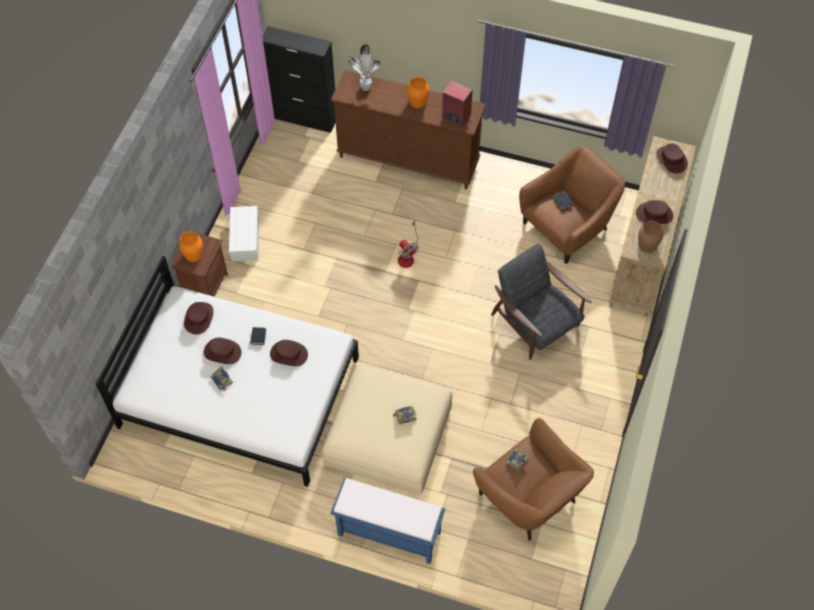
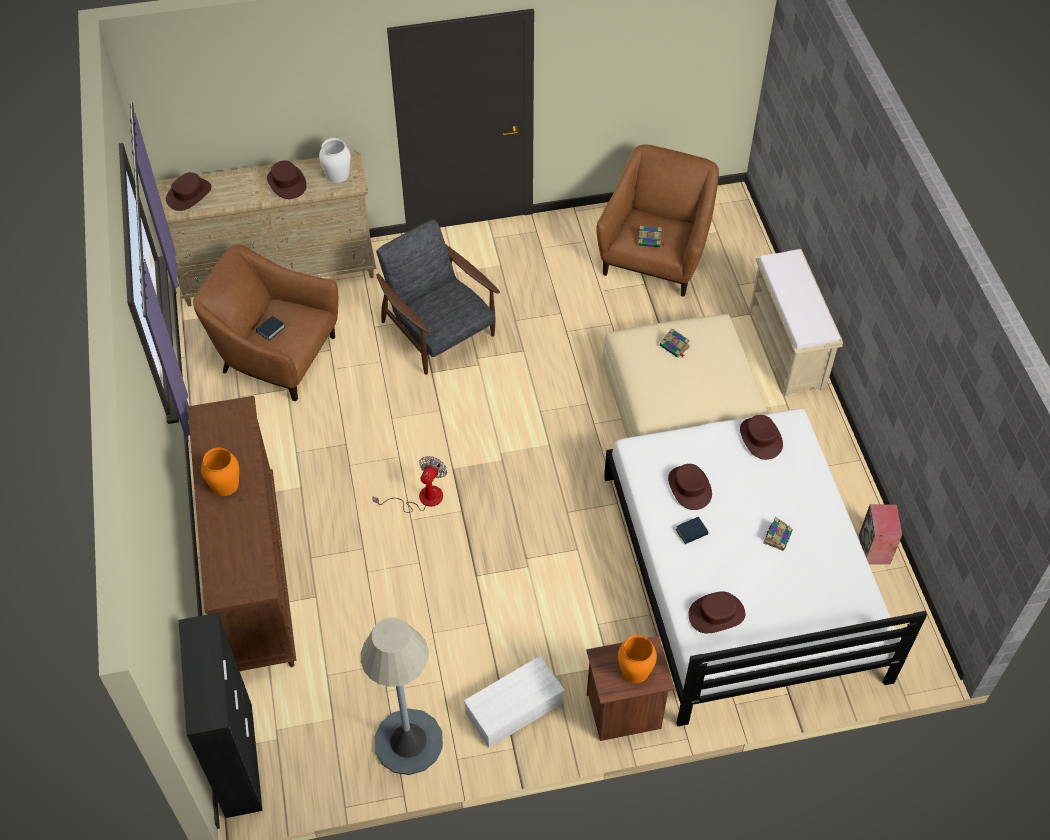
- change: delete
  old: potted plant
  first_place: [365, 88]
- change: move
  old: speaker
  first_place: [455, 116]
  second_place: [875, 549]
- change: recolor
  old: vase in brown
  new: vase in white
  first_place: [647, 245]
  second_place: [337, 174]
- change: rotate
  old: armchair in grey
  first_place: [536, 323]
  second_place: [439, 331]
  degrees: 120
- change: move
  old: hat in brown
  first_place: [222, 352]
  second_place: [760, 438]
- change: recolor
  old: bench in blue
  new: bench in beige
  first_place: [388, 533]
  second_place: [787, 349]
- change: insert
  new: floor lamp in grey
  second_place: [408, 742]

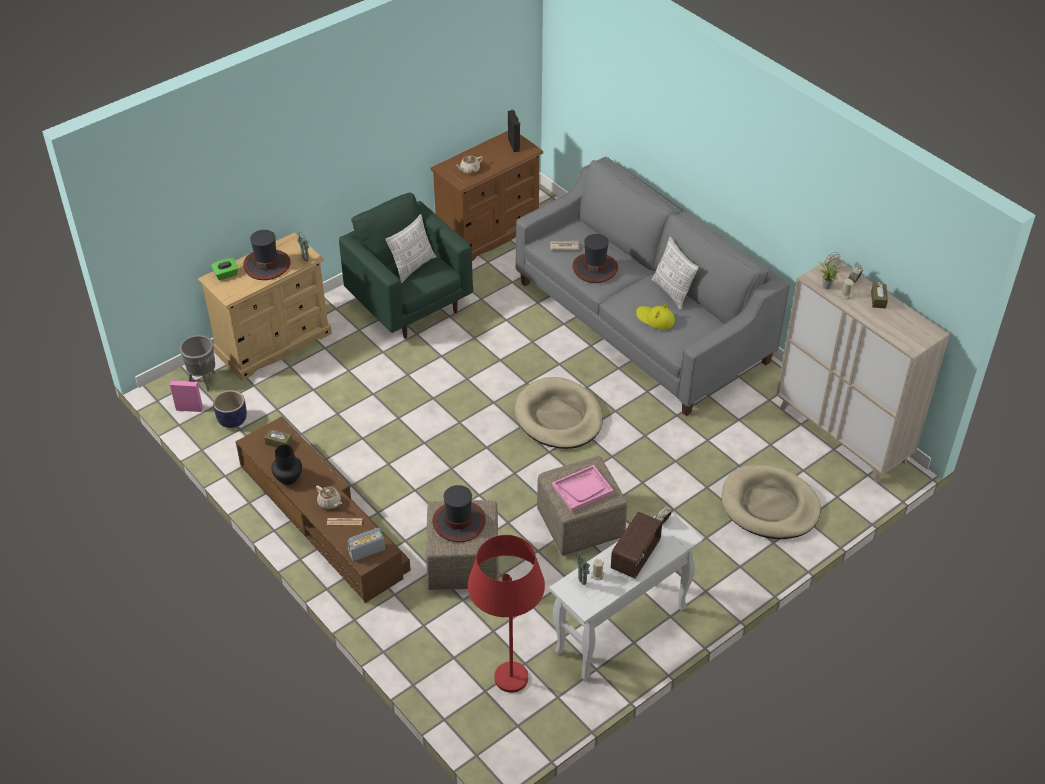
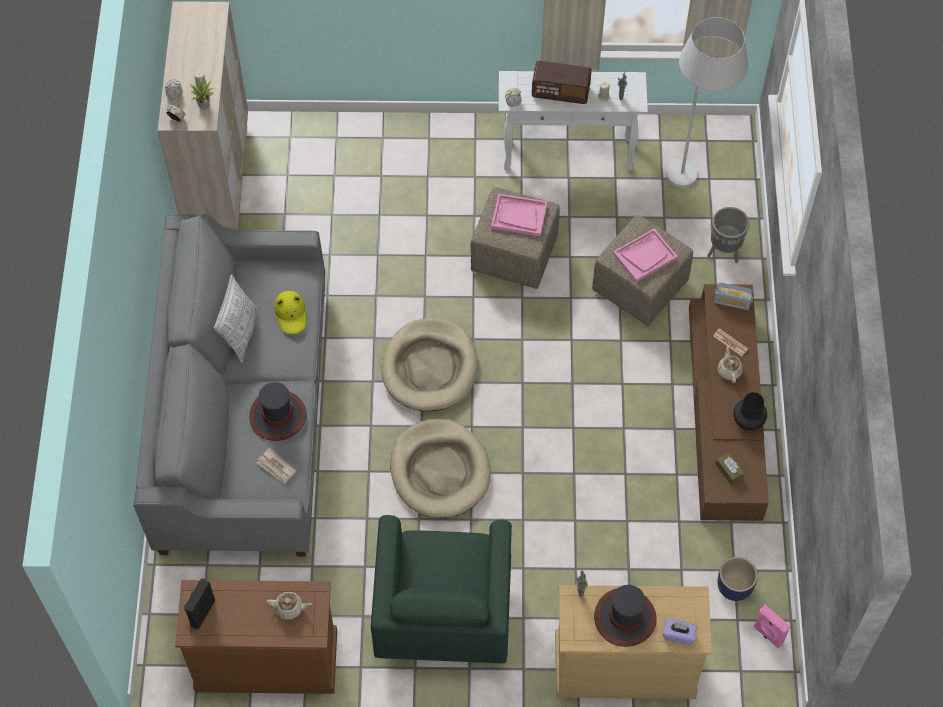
- change: delete
  old: pillow
  first_place: [413, 267]
- change: recolor
  old: tissue box in green
  new: tissue box in purple
  first_place: [226, 274]
  second_place: [678, 635]
- change: delete
  old: tissue box in brown
  first_place: [878, 299]
- change: move
  old: planter in grey
  first_place: [203, 382]
  second_place: [724, 252]
- change: move
  old: dog bed in beige
  first_place: [769, 506]
  second_place: [440, 471]
- change: replace
  old: hat
  new: tray in pink
  first_place: [459, 522]
  second_place: [645, 256]
- change: rotate
  old: radio
  first_place: [635, 555]
  second_place: [560, 92]
  degrees: -150
- change: recolor
  old: floor lamp in red
  new: floor lamp in white
  first_place: [507, 694]
  second_place: [694, 165]

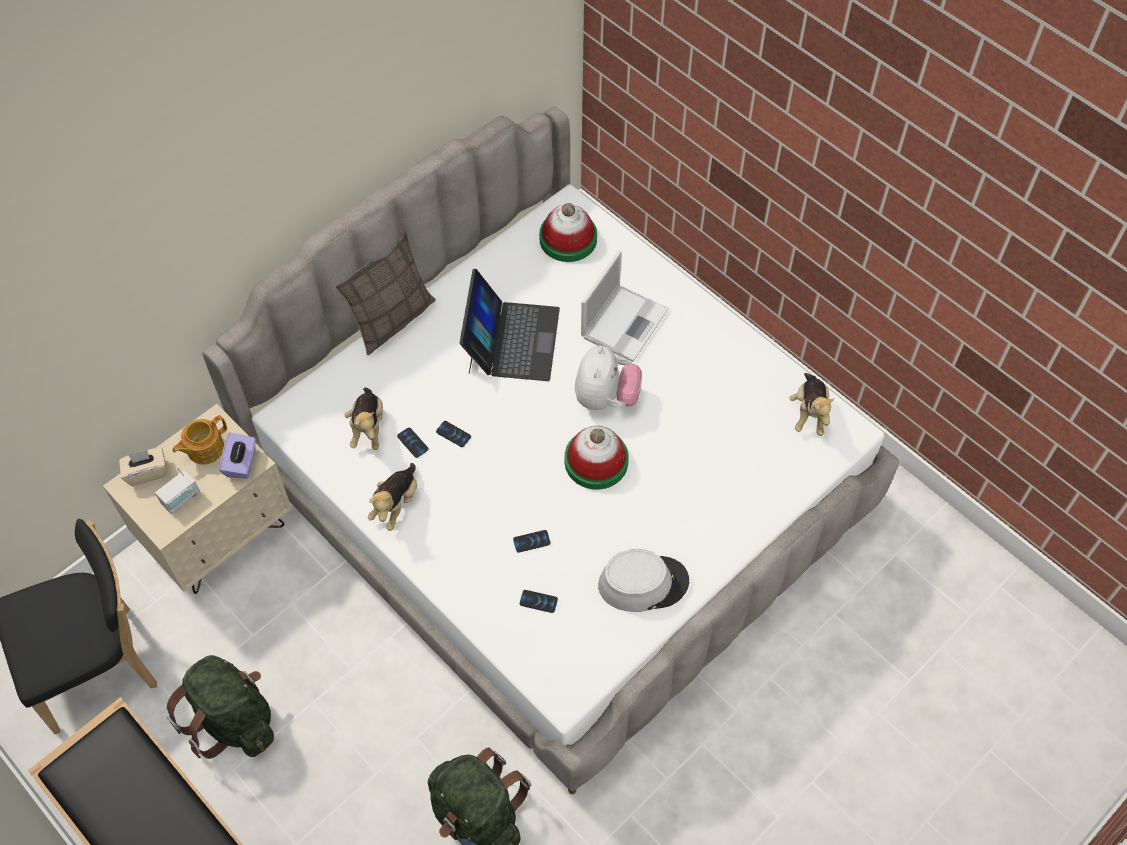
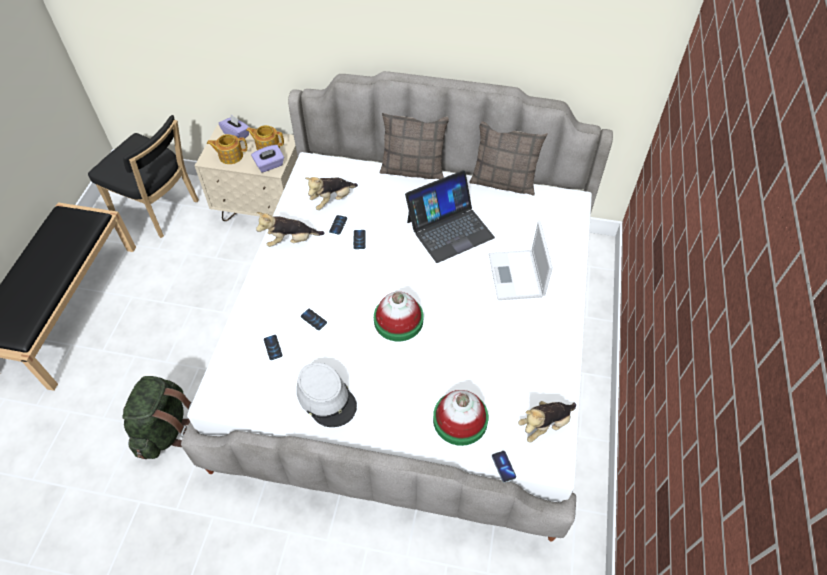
- change: move
  old: hat
  first_place: [568, 239]
  second_place: [460, 419]
- change: rotate
  old: laptop
  first_place: [625, 322]
  second_place: [516, 276]
  degrees: 90
- change: delete
  old: plush toy
  first_place: [606, 397]
- change: recolor
  old: tissue box in beige
  new: tissue box in purple
  first_place: [147, 472]
  second_place: [237, 134]
- change: replace
  old: radio
  new: teapot
  first_place: [181, 499]
  second_place: [230, 156]
- change: delete
  old: backpack in green
  first_place: [233, 719]
- change: insert
  new: pillow
  second_place: [503, 182]
- change: insert
  new: phone
  second_place: [503, 467]

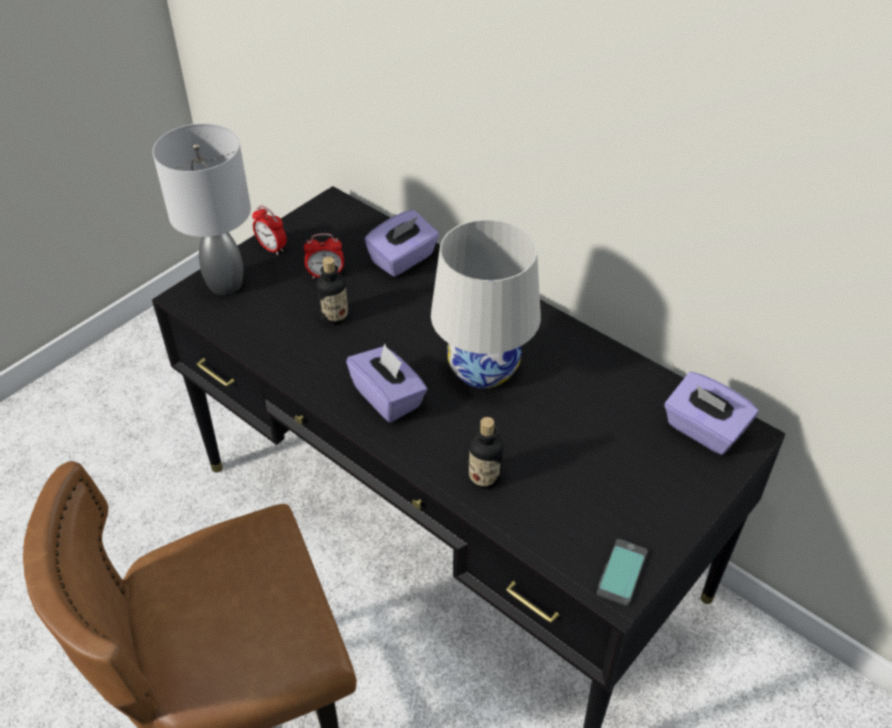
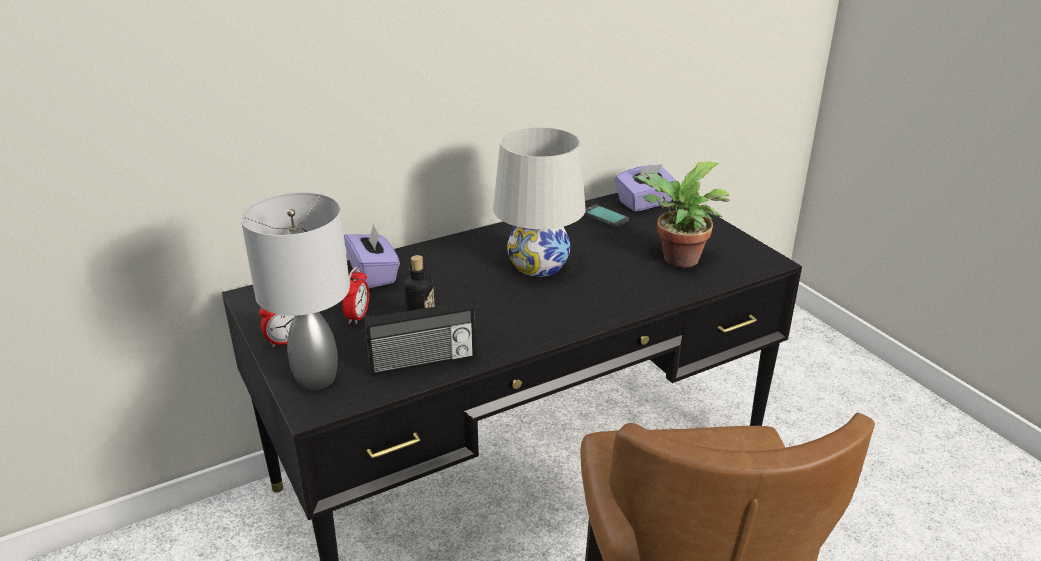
- change: delete
  old: tissue box in purple
  first_place: [388, 397]
- change: delete
  old: bottle
  first_place: [484, 477]
- change: move
  old: phone
  first_place: [621, 572]
  second_place: [605, 217]
- change: insert
  new: potted plant
  second_place: [676, 260]
- change: insert
  new: radio
  second_place: [422, 362]

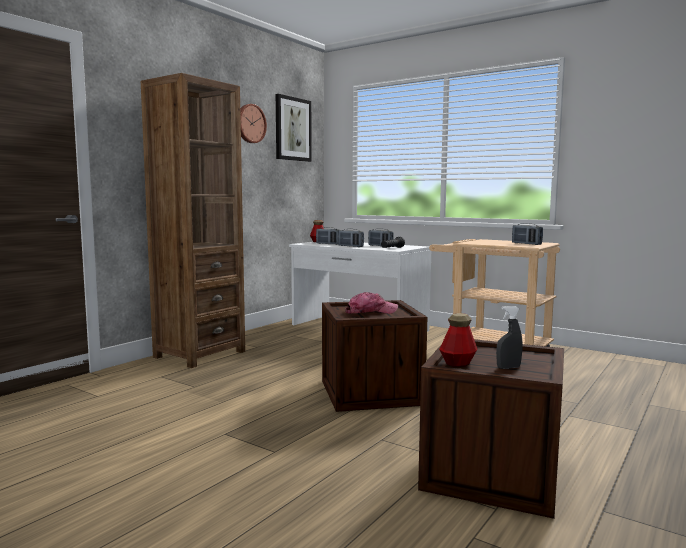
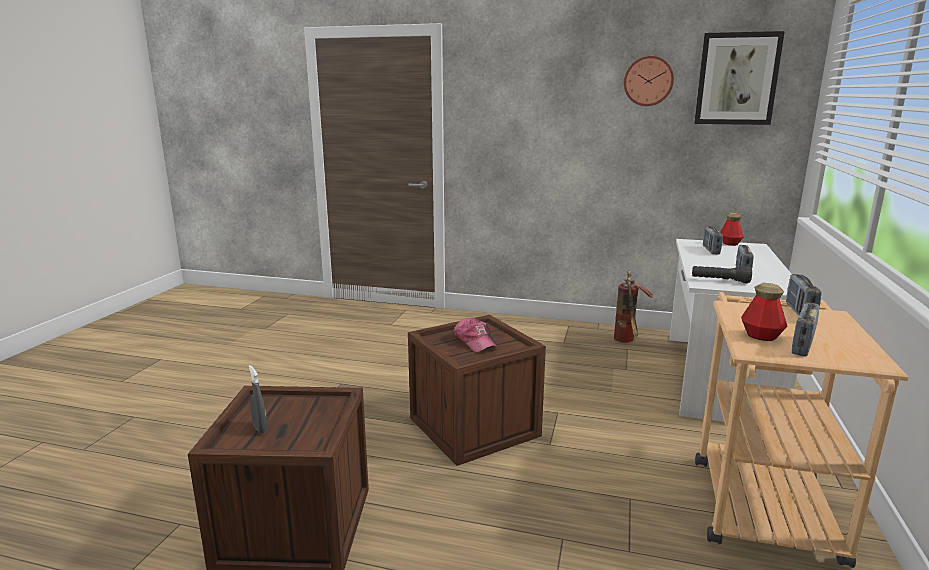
- change: delete
  old: bookcase in brown
  first_place: [199, 354]
- change: move
  old: radio
  first_place: [350, 246]
  second_place: [799, 312]
- change: move
  old: bottle
  first_place: [457, 363]
  second_place: [761, 336]
- change: insert
  new: fire extinguisher
  second_place: [627, 342]

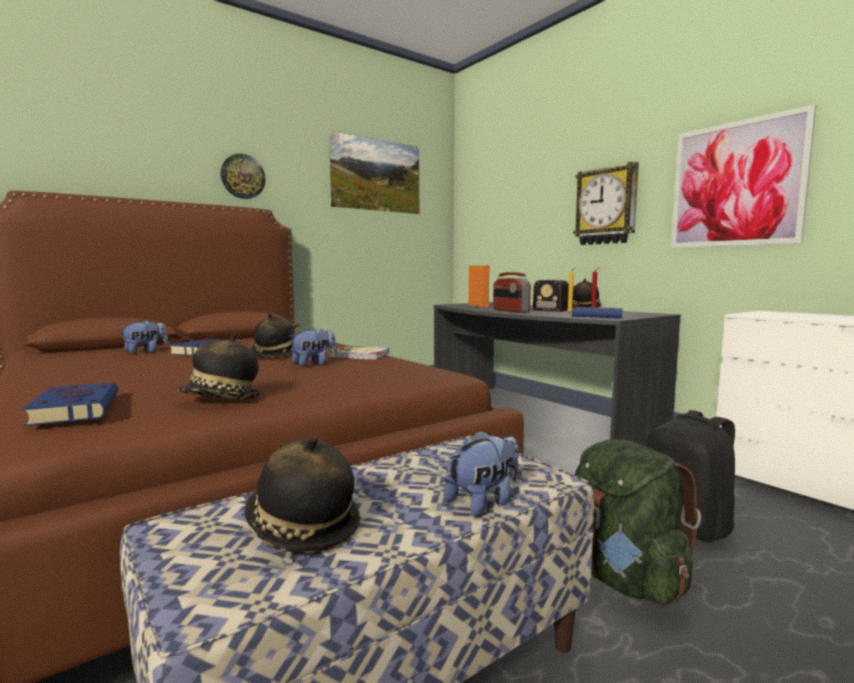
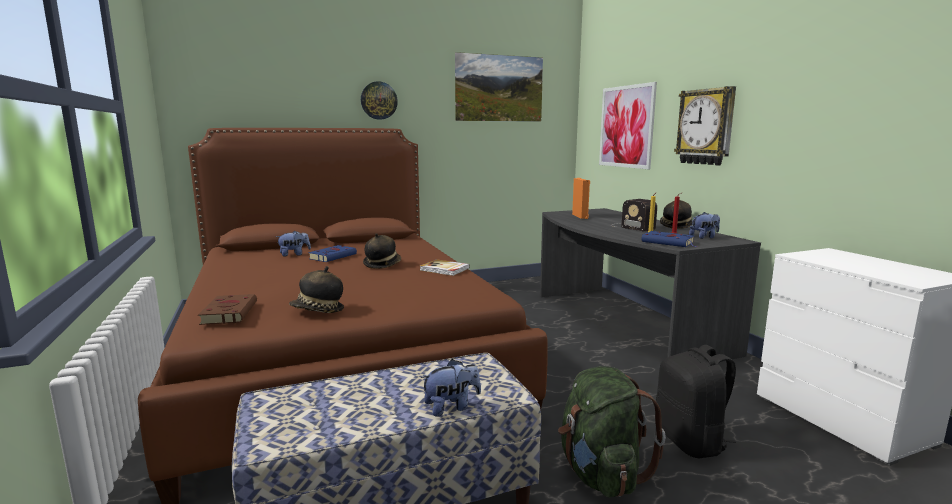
- change: move
  old: picture
  first_place: [736, 184]
  second_place: [626, 126]
- change: delete
  old: radio
  first_place: [510, 311]
- change: move
  old: plush toy
  first_place: [314, 364]
  second_place: [704, 237]
- change: recolor
  old: book in blue
  new: book in brown
  first_place: [76, 409]
  second_place: [229, 313]
- change: delete
  old: hat
  first_place: [301, 528]

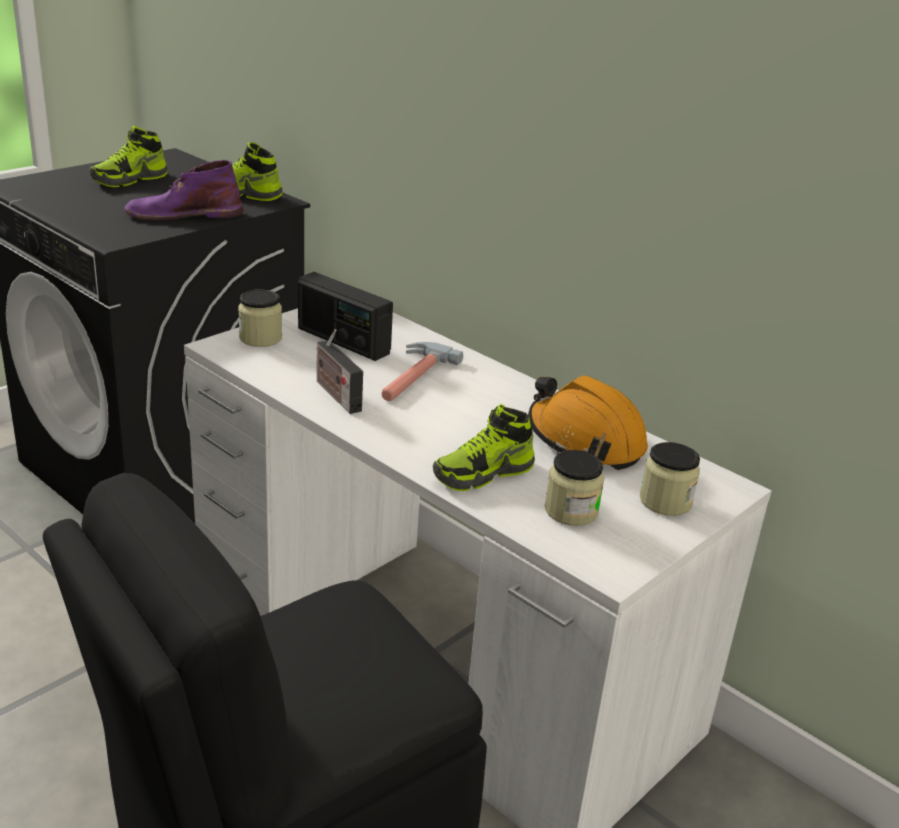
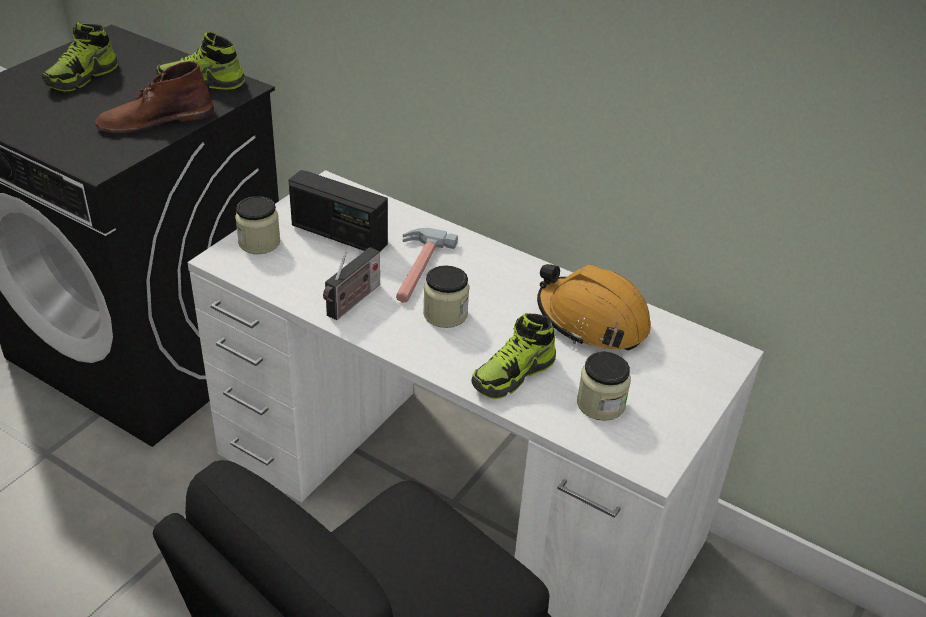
- change: recolor
  old: boot in purple
  new: boot in brown
  first_place: [183, 214]
  second_place: [155, 120]
- change: rotate
  old: radio
  first_place: [335, 394]
  second_place: [352, 302]
  degrees: -105
- change: move
  old: jar
  first_place: [665, 501]
  second_place: [445, 314]

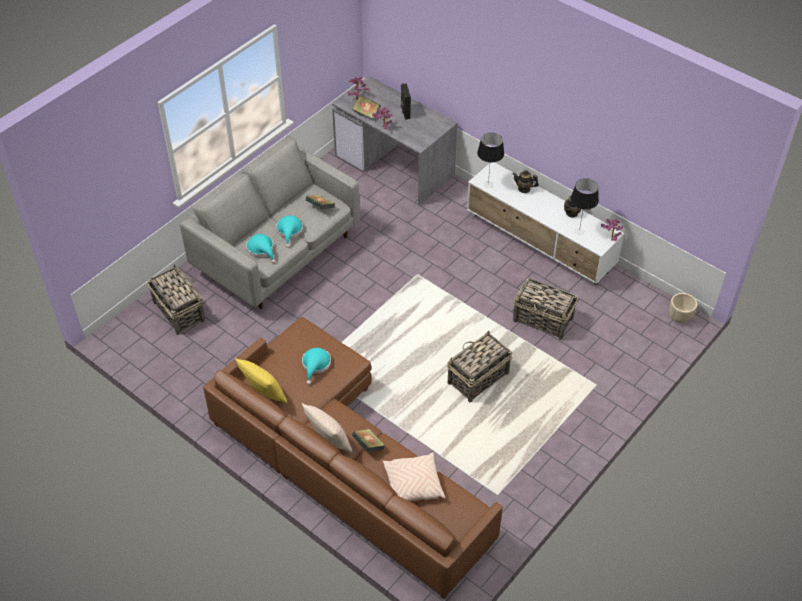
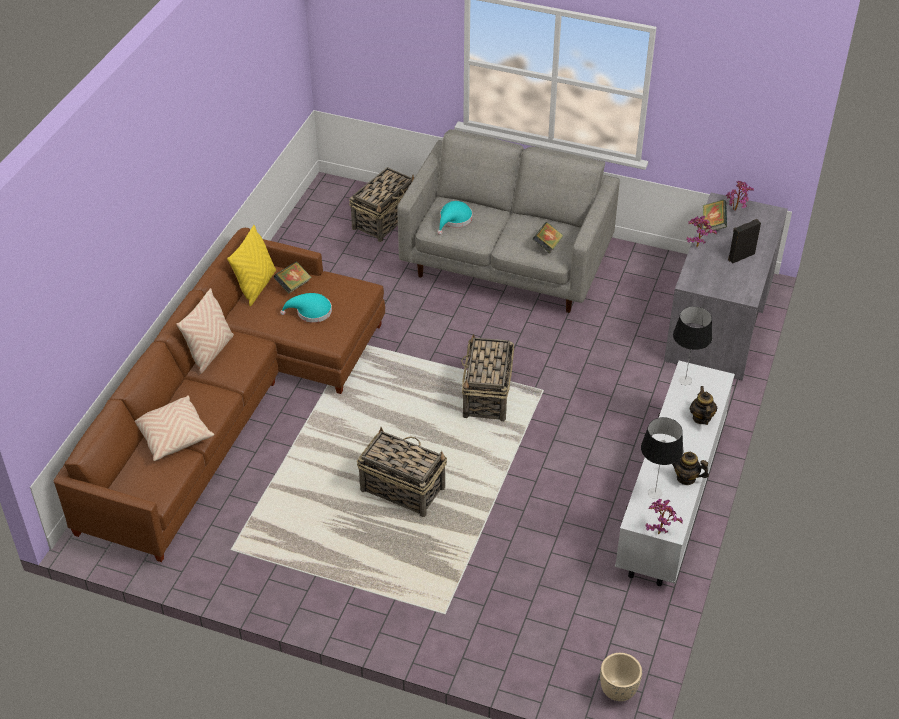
- change: delete
  old: hat in turquoise
  first_place: [289, 231]
- change: move
  old: basket
  first_place: [543, 319]
  second_place: [487, 395]
- change: move
  old: book
  first_place: [368, 446]
  second_place: [293, 285]

